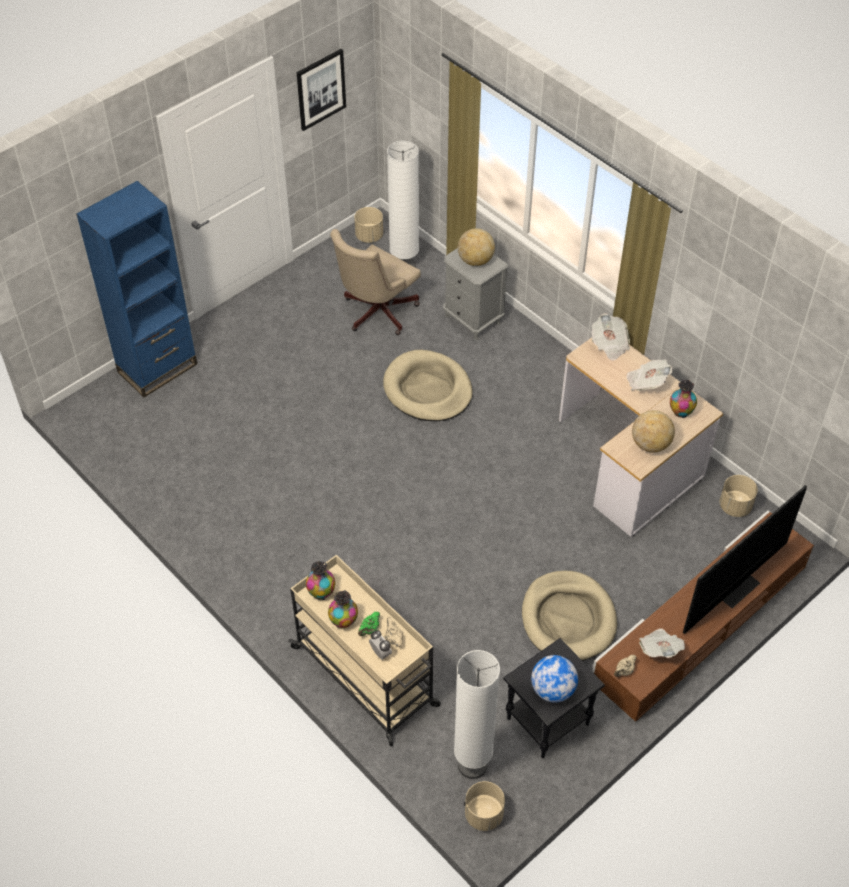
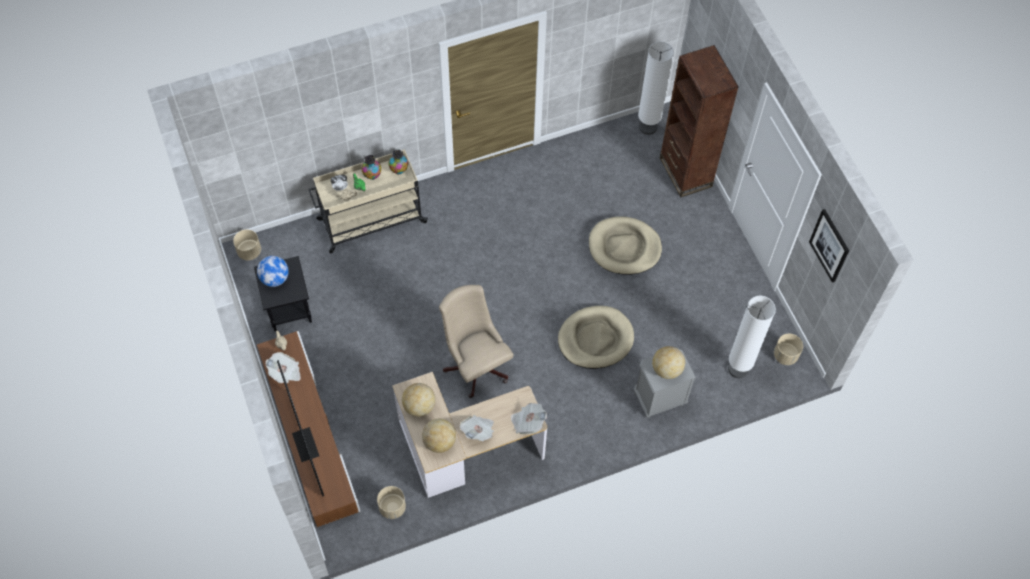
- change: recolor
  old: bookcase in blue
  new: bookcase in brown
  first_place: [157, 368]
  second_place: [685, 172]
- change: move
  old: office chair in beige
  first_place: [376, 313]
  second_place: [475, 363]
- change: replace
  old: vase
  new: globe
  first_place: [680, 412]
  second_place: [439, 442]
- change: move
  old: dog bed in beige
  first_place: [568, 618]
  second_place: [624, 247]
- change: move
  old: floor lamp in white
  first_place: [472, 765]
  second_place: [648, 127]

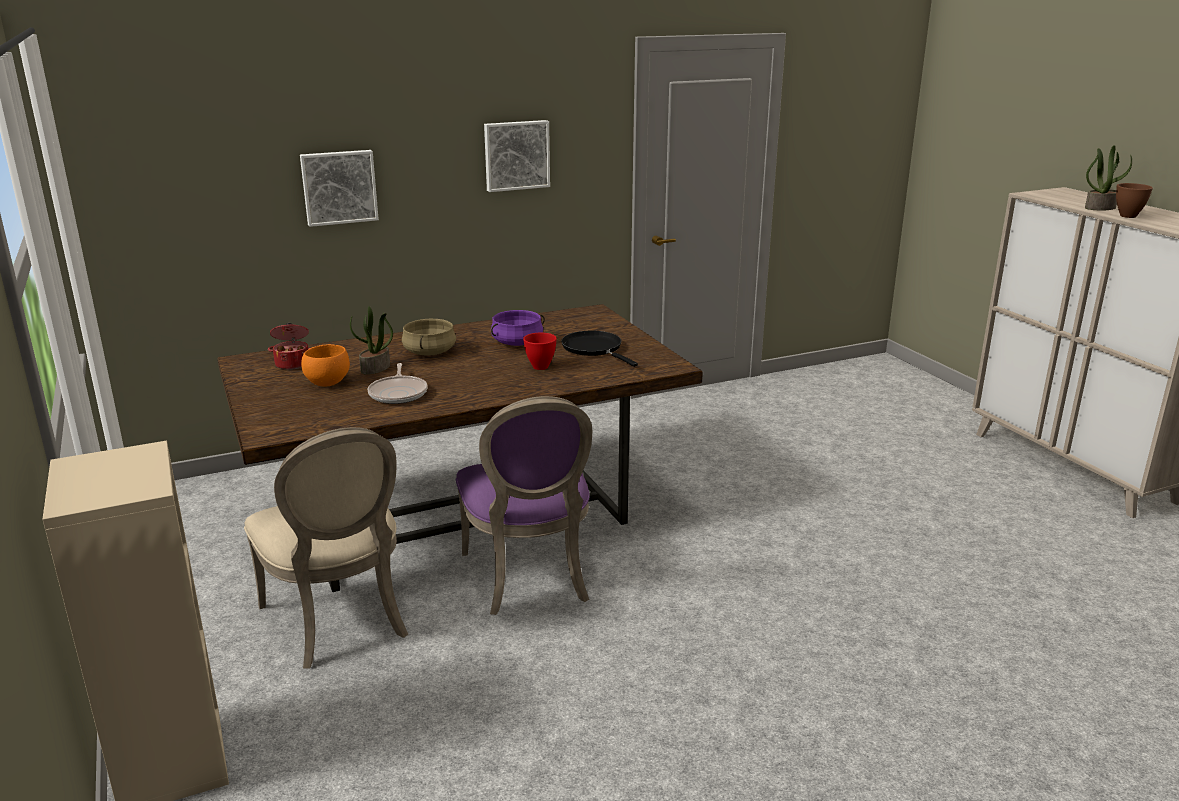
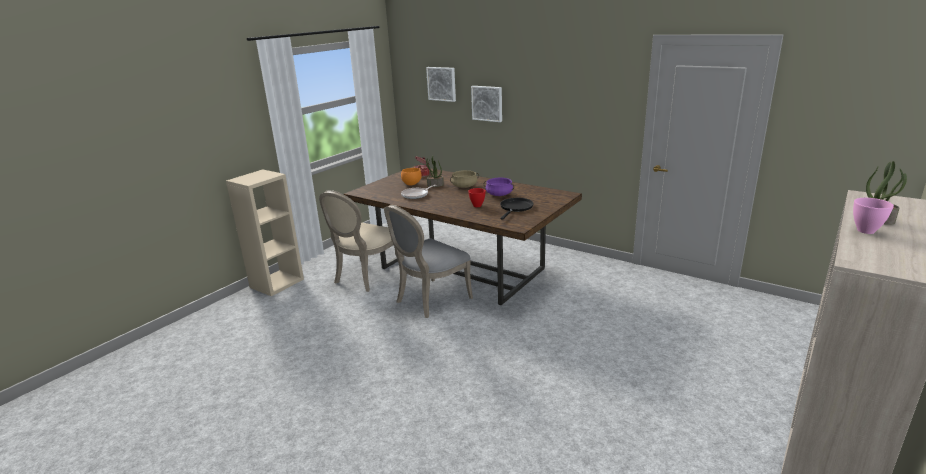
- change: move
  old: picture
  first_place: [516, 155]
  second_place: [442, 83]
- change: recolor
  old: bowl in brown
  new: bowl in pink
  first_place: [1128, 216]
  second_place: [867, 231]
- change: recolor
  old: chair in purple
  new: chair in grey
  first_place: [530, 578]
  second_place: [430, 300]

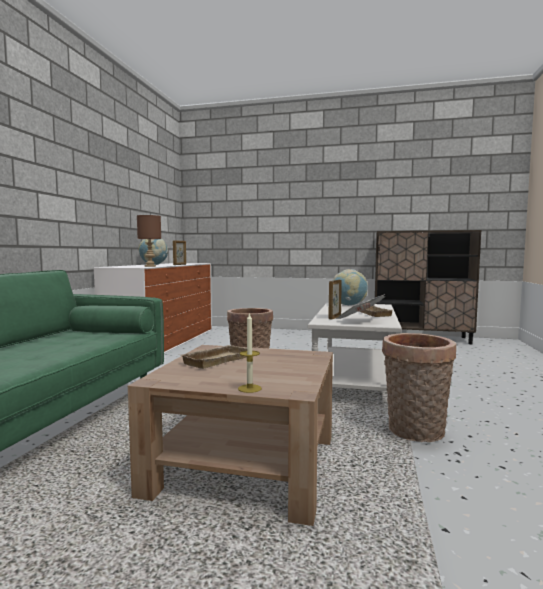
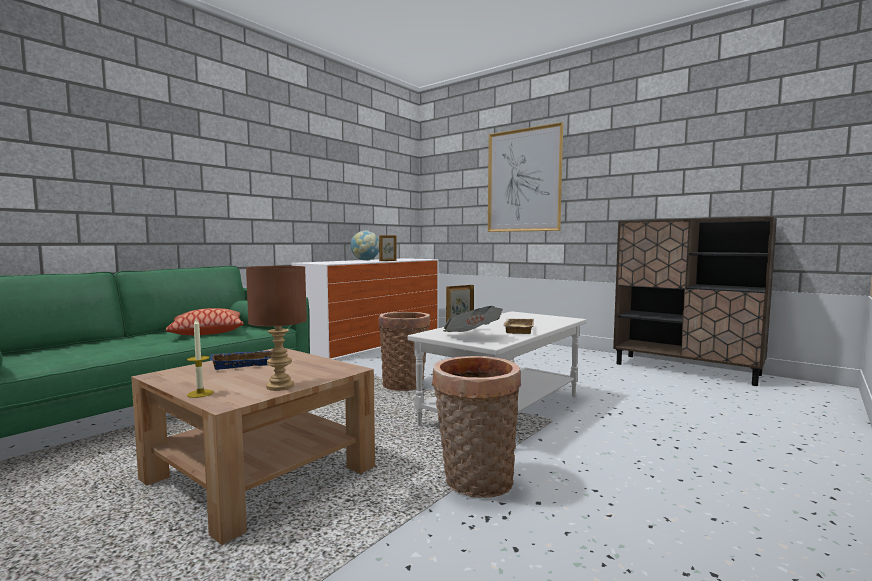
- change: move
  old: table lamp in brown
  first_place: [149, 266]
  second_place: [279, 386]
- change: delete
  old: globe
  first_place: [348, 305]
- change: recolor
  old: tray in beige
  new: tray in blue
  first_place: [215, 360]
  second_place: [249, 363]
- change: insert
  new: picture
  second_place: [523, 180]
- change: insert
  new: pillow
  second_place: [207, 332]

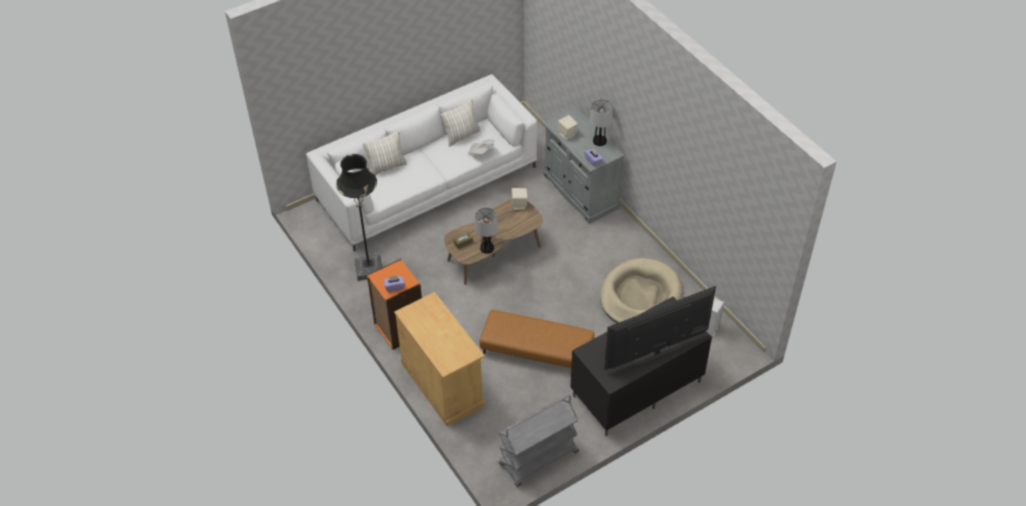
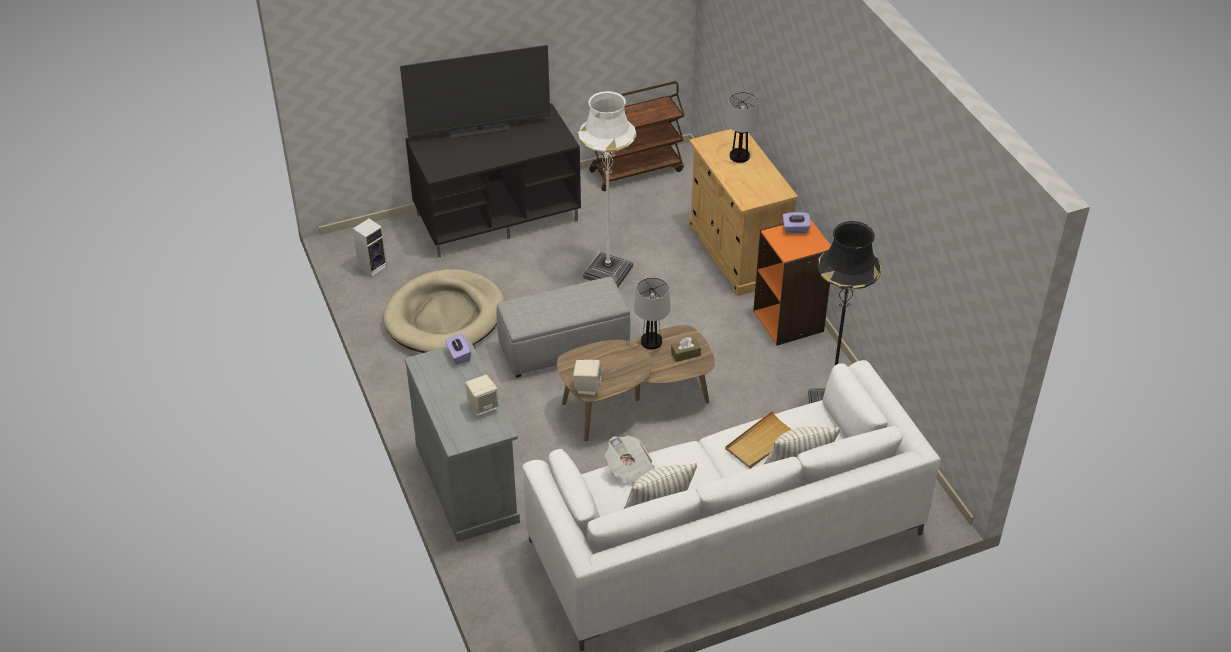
- change: move
  old: table lamp
  first_place: [599, 141]
  second_place: [740, 156]
- change: replace
  old: ottoman in brown
  new: floor lamp in white
  first_place: [536, 350]
  second_place: [608, 272]
- change: recolor
  old: cart in grey
  new: cart in brown
  first_place: [538, 459]
  second_place: [637, 170]
- change: insert
  new: ottoman in grey
  second_place: [565, 347]
- change: insert
  new: tray in beige
  second_place: [761, 442]

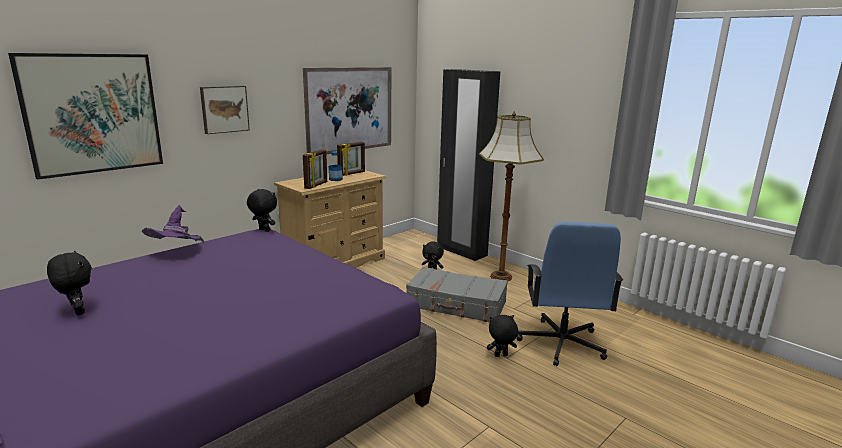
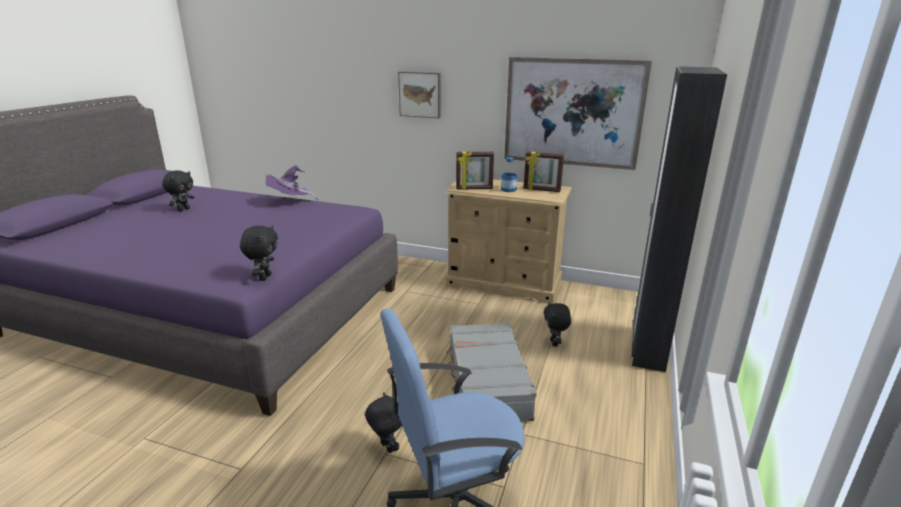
- change: delete
  old: picture
  first_place: [93, 113]
- change: delete
  old: floor lamp
  first_place: [501, 276]
- change: move
  old: plush toy in black
  first_place: [263, 230]
  second_place: [264, 277]

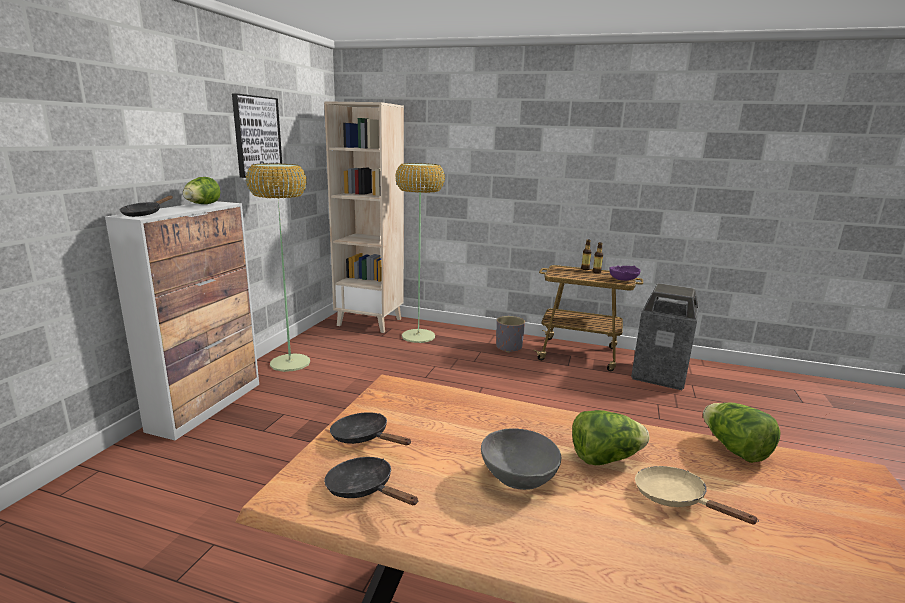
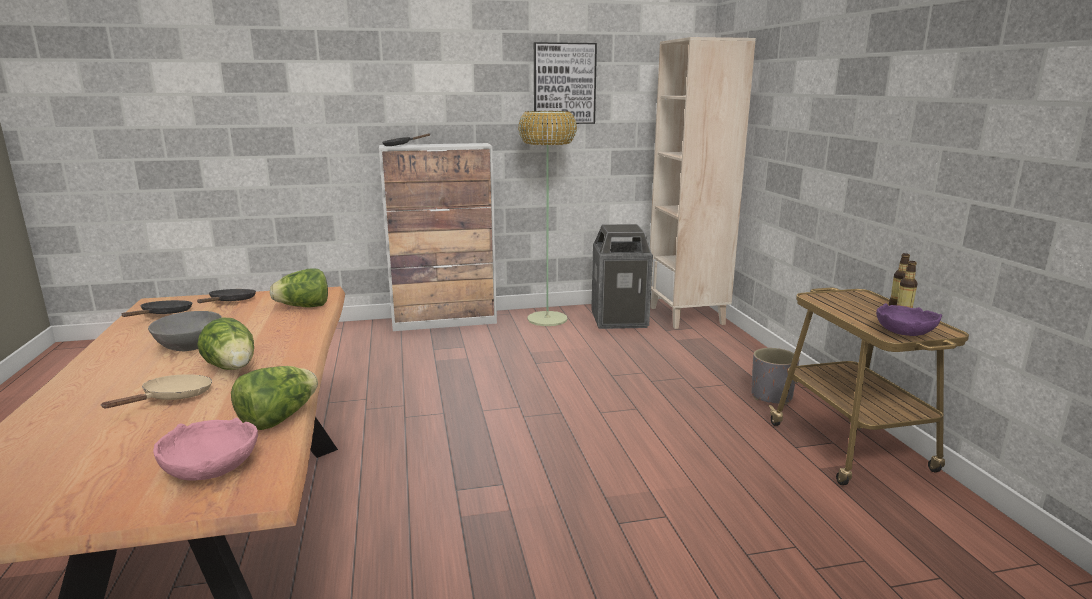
- change: delete
  old: floor lamp
  first_place: [418, 336]
- change: move
  old: lettuce
  first_place: [202, 204]
  second_place: [304, 307]
- change: move
  old: trash can
  first_place: [659, 375]
  second_place: [619, 320]
- change: insert
  new: bowl in pink
  second_place: [211, 469]

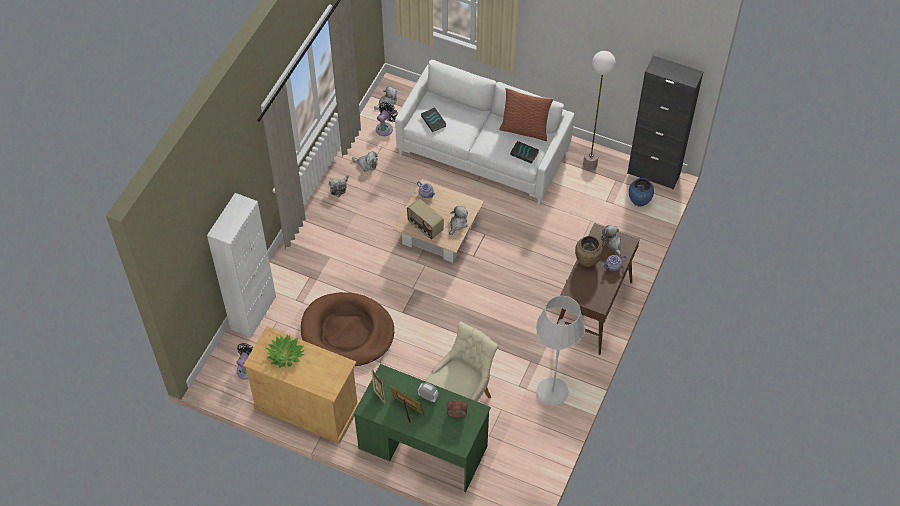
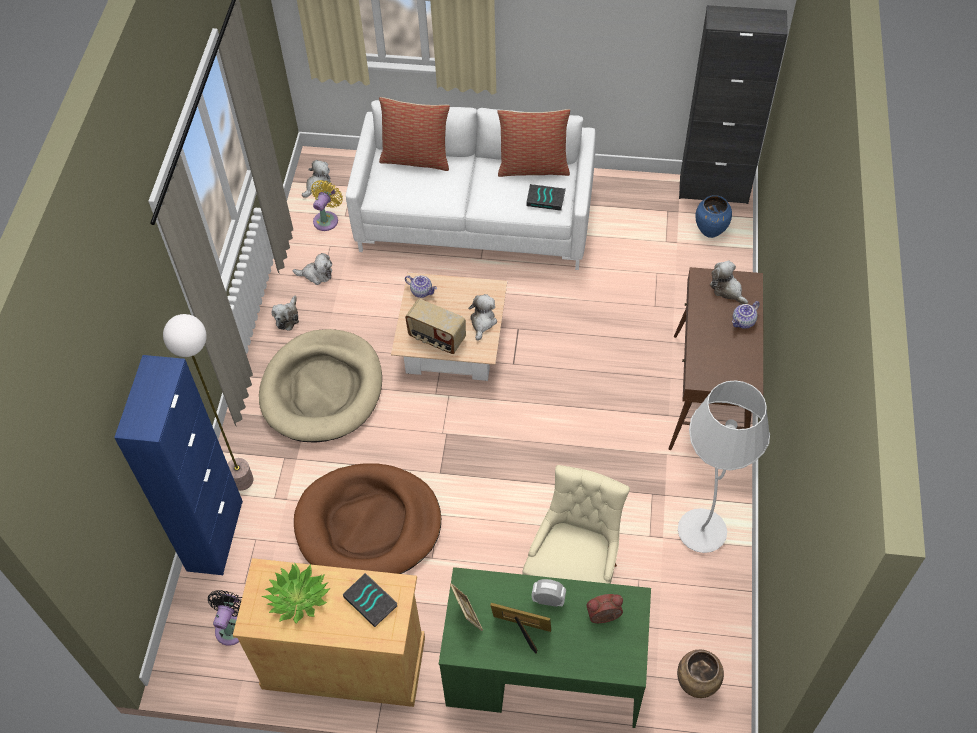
- change: move
  old: floor lamp
  first_place: [590, 164]
  second_place: [242, 480]
- change: recolor
  old: fan in black
  new: fan in yellow
  first_place: [385, 128]
  second_place: [327, 219]
- change: move
  old: book
  first_place: [434, 121]
  second_place: [371, 601]
- change: recolor
  old: cabinet in white
  new: cabinet in blue
  first_place: [253, 313]
  second_place: [215, 535]
- change: move
  old: vase in brown
  first_place: [587, 261]
  second_place: [696, 685]
- change: insert
  new: pillow
  second_place: [416, 158]
- change: insert
  new: dog bed in beige
  second_place: [322, 389]

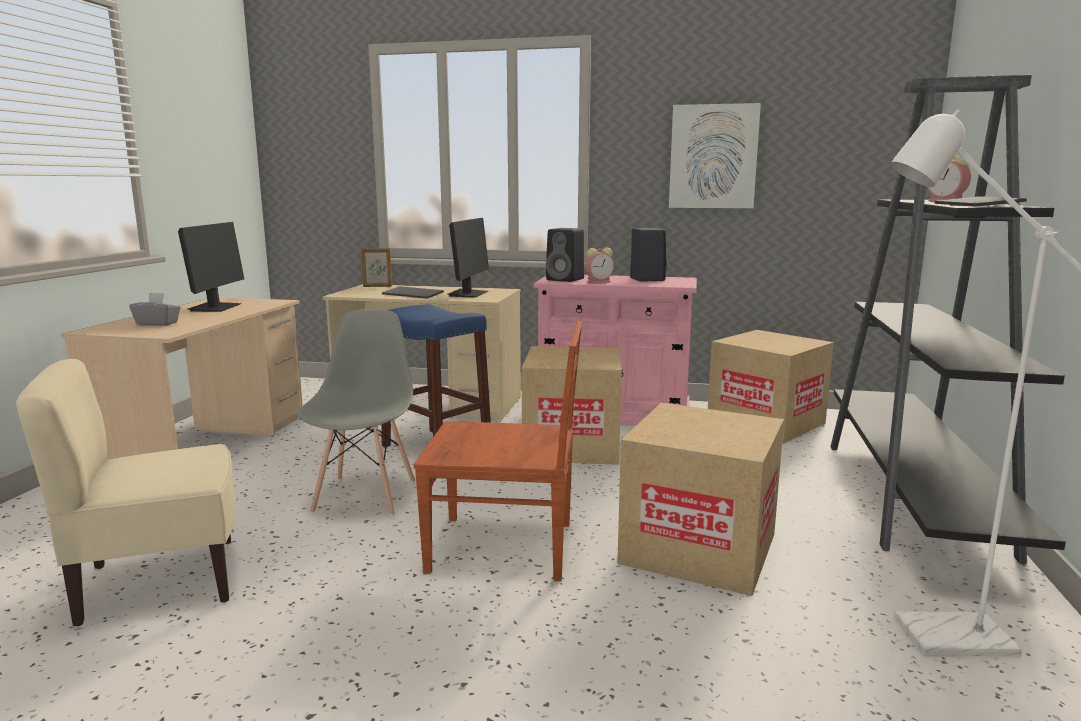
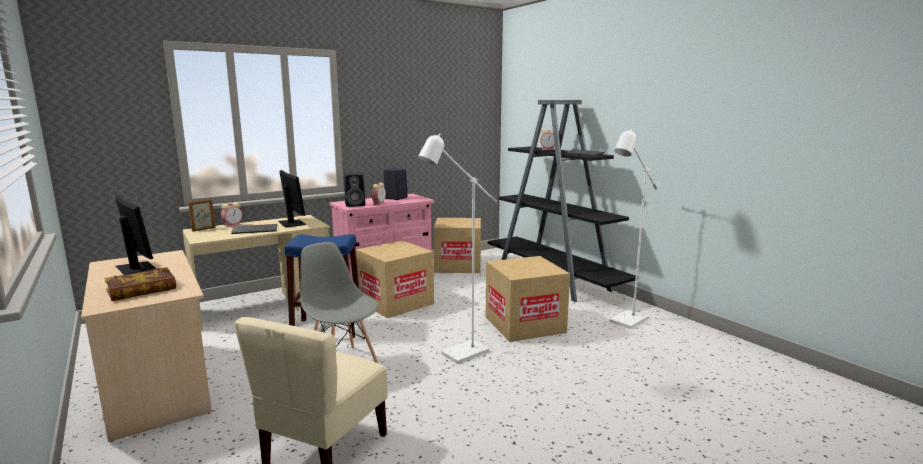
- change: delete
  old: picture
  first_place: [713, 157]
- change: replace
  old: tissue box in grey
  new: book
  first_place: [157, 323]
  second_place: [142, 289]
- change: replace
  old: chair in brown
  new: floor lamp in white
  first_place: [505, 547]
  second_place: [458, 355]
- change: insert
  new: alarm clock
  second_place: [233, 225]

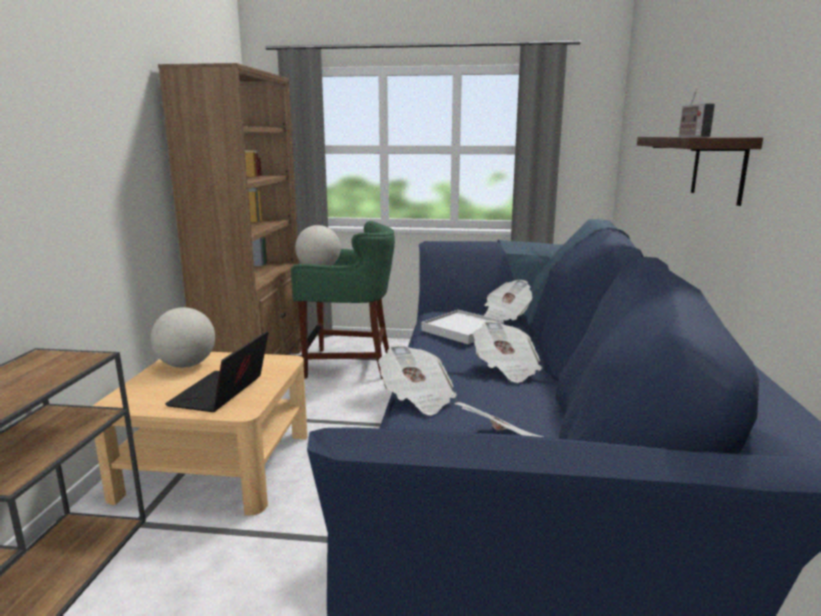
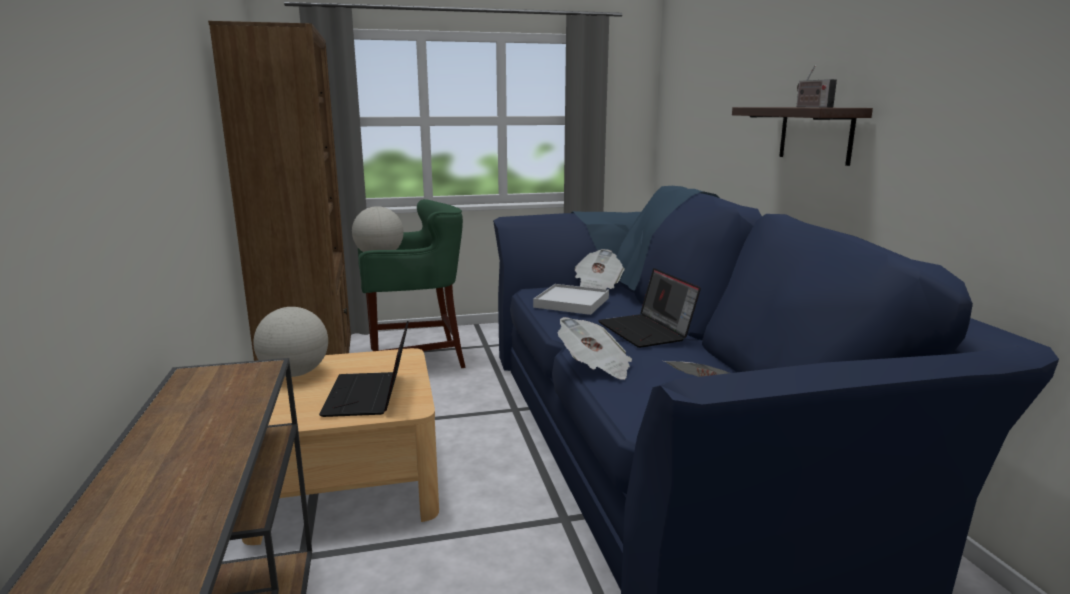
- change: replace
  old: newspaper
  new: laptop
  first_place: [506, 368]
  second_place: [647, 331]

